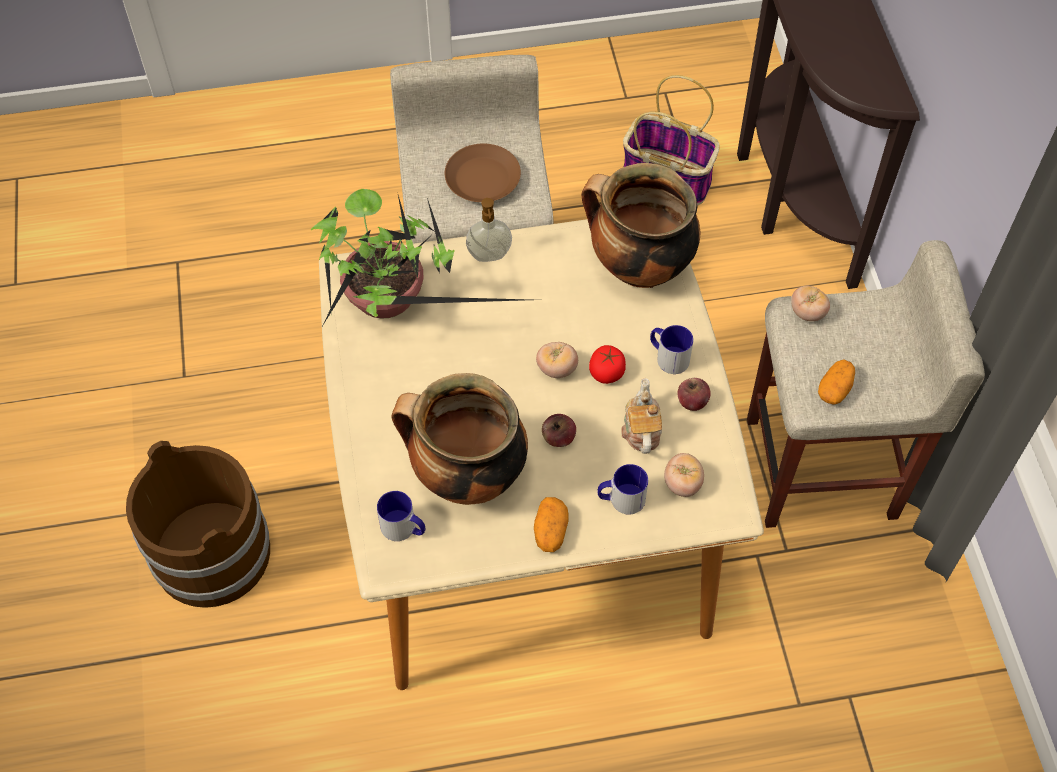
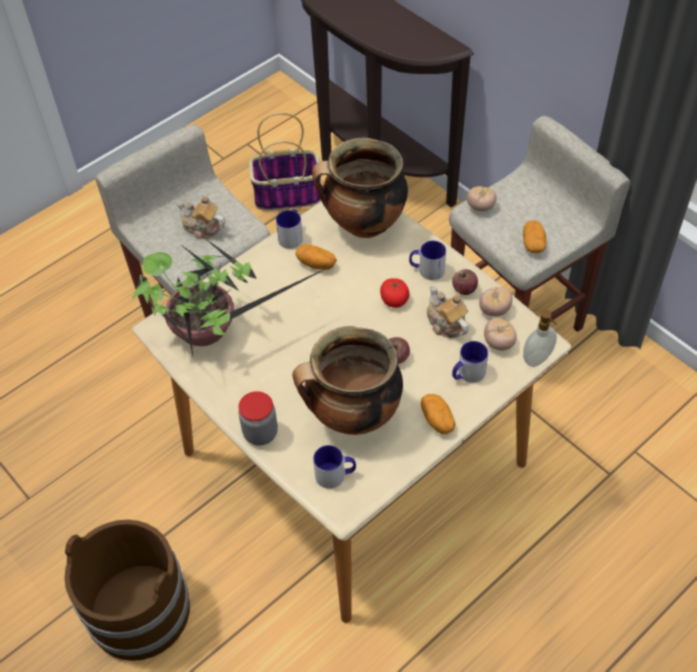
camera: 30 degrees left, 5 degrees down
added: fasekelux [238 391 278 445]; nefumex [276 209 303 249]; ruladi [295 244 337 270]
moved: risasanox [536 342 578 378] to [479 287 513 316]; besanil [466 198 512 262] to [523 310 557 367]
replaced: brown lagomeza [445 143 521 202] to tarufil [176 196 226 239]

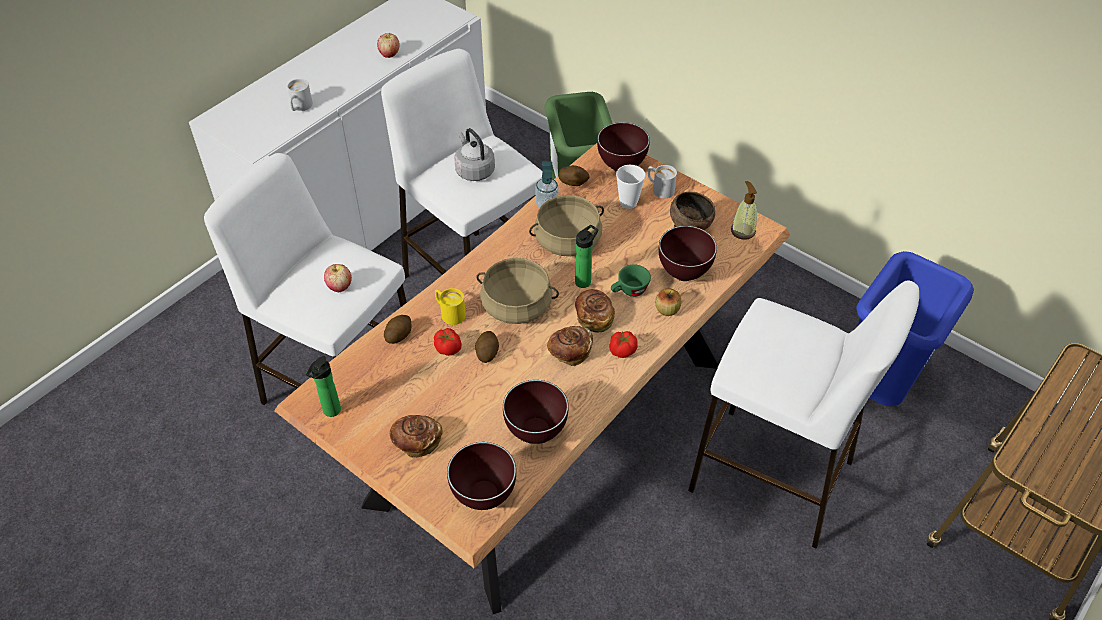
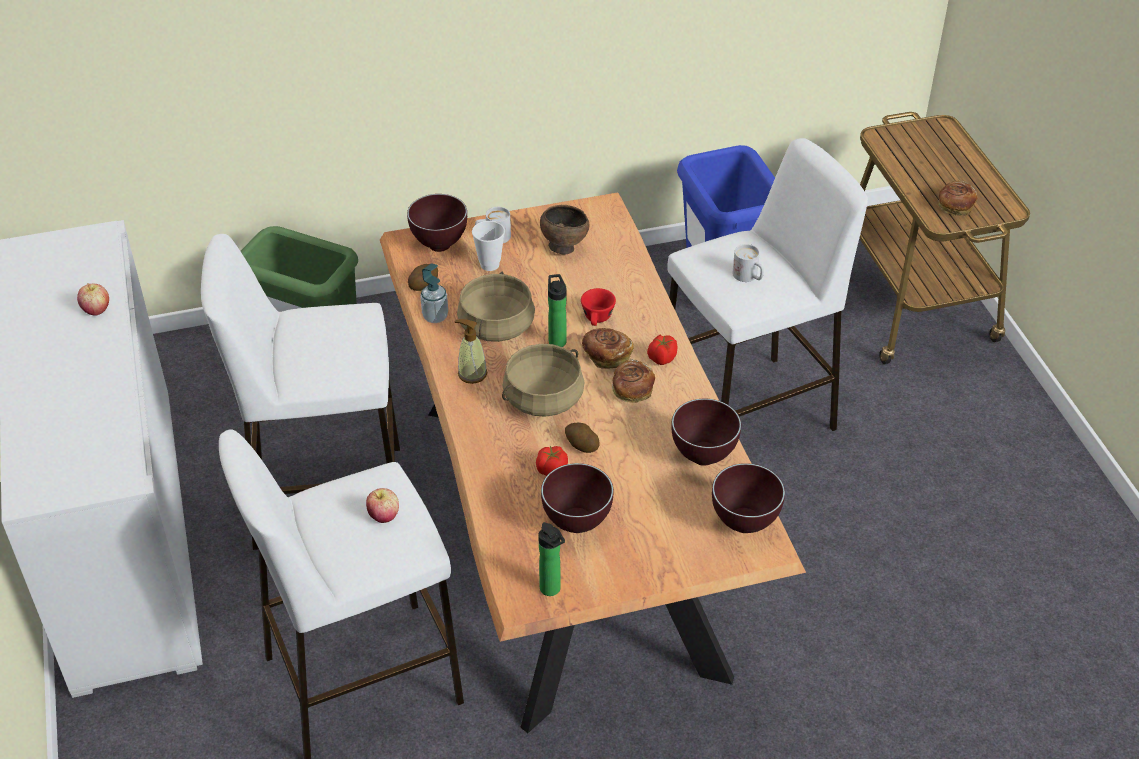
camera: 55 degrees left, 5 degrees down
removed: ruladi [384 315 412 344]; yellow nefumex [435 288 466 325]; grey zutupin [454 128 495 181]; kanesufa [655 288 681 316]
moved: besanil [731 181 757 240] to [455 319 487 384]; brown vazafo [659 226 717 281] to [541 463 614 533]; white nefumex [287 79 313 111] to [732 244 764 282]; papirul [390 415 442 458] to [938 180 977 216]
recoloured: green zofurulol [611 264 651 297] to red zofurulol [581 288 616 326]

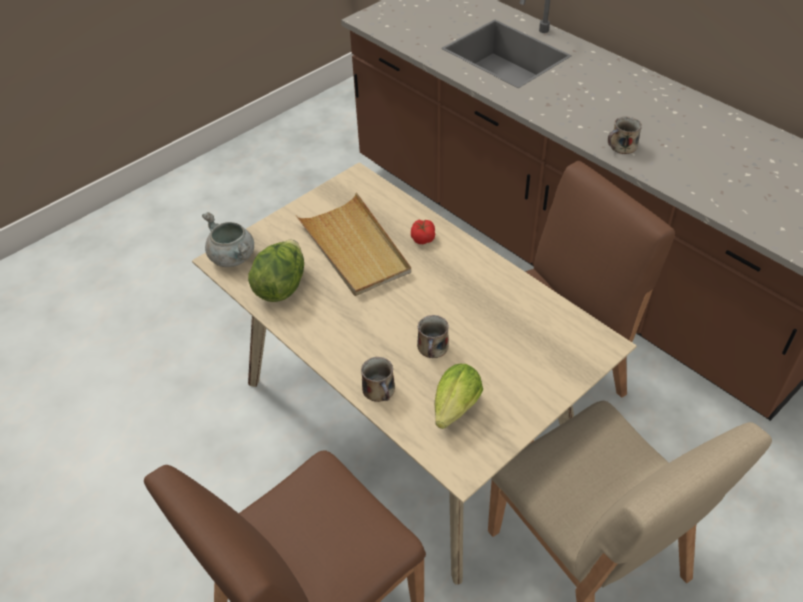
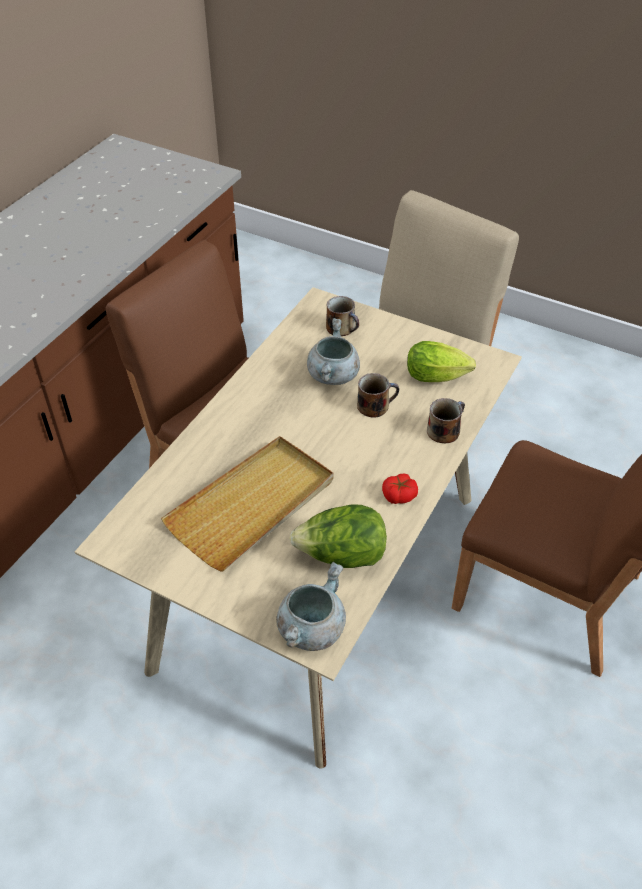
camera: 110 degrees left, 0 degrees up
added: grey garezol [307 318 360 385]
moved: nefumex [608 116 642 154] to [326 296 359 336]; risasanox [411 220 435 244] to [382 473 418 504]

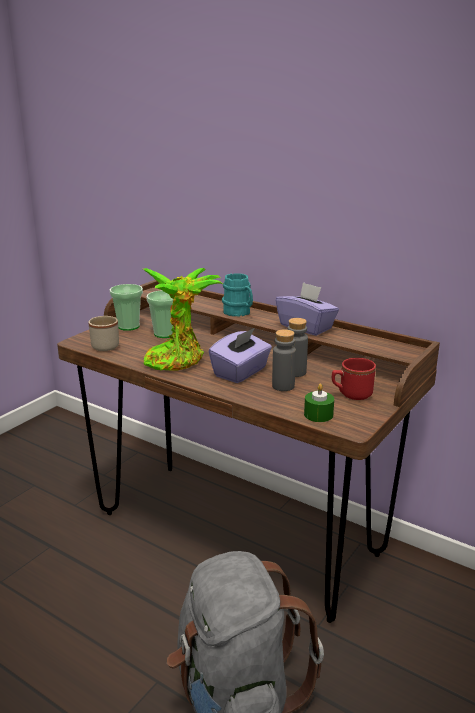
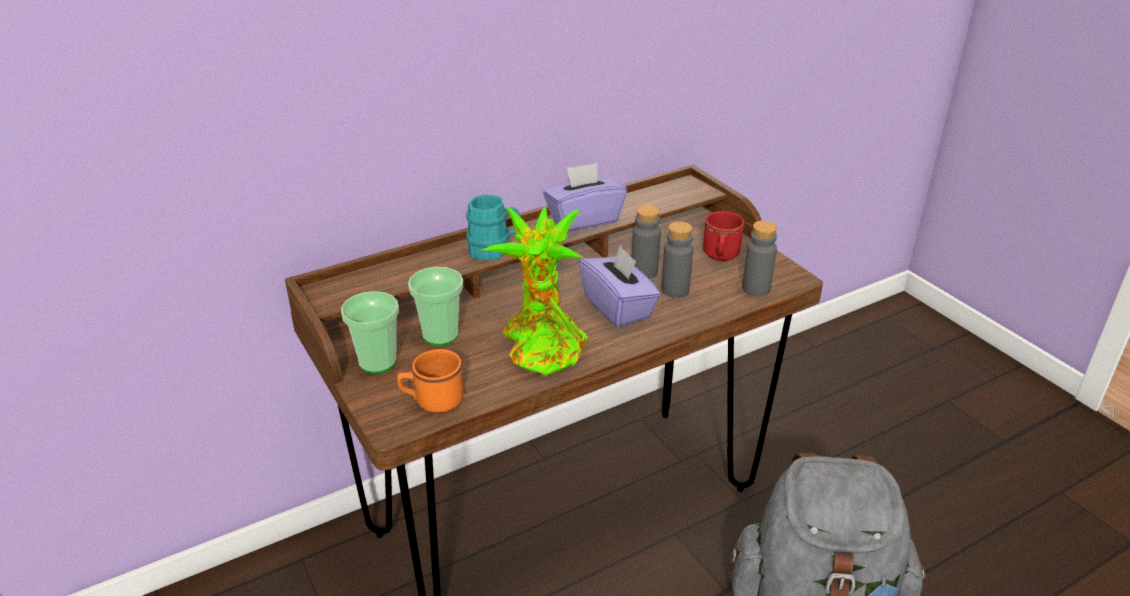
camera: 65 degrees left, 10 degrees up
replaced: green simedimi [304 384 334 422] to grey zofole [742 221 777 297]
recoloured: beige nefumex [88 316 119 351] to orange nefumex [397 349 463 413]

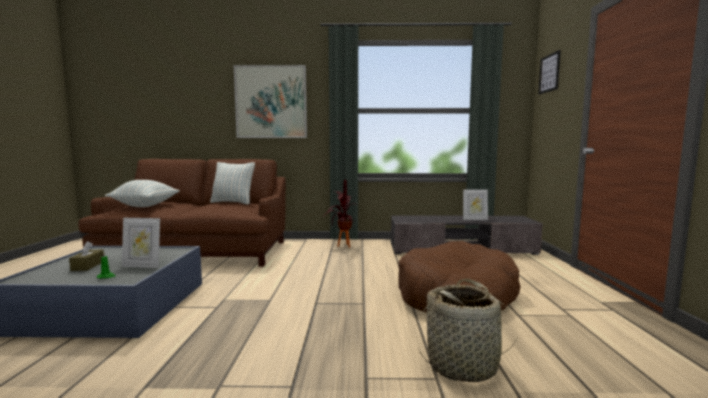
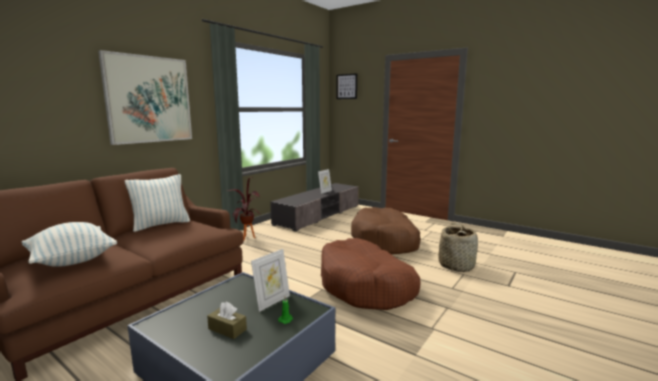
camera: 55 degrees left, 5 degrees up
added: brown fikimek [321 238 421 310]

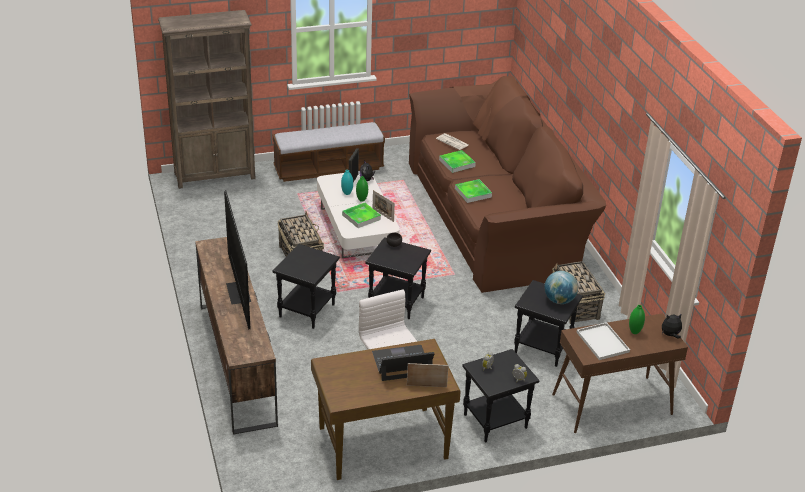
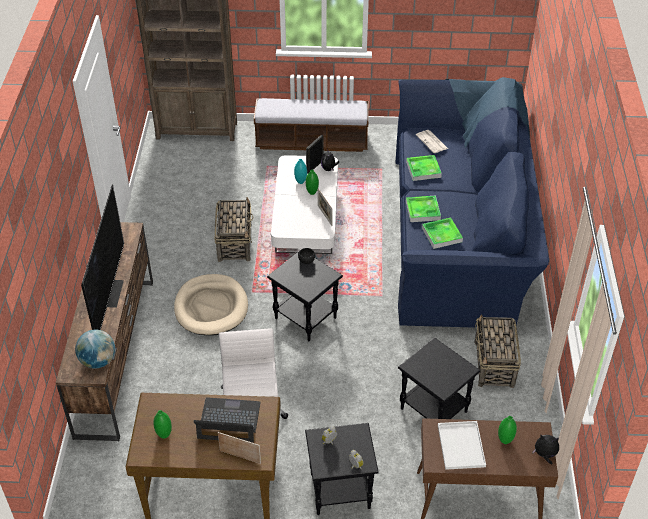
camera: 20 degrees right, 10 degrees up
added: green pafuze [153 410 172 439]
moved: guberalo [544 271 578 304] to [75 329 115 369]; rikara [342 203 381 228] to [422 218 463 249]
replaced: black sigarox [273 244 340 329] to beige fikimek [174 274 248 336]
recoloured: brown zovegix [409 76 606 293] to blue zovegix [395 77 549 328]

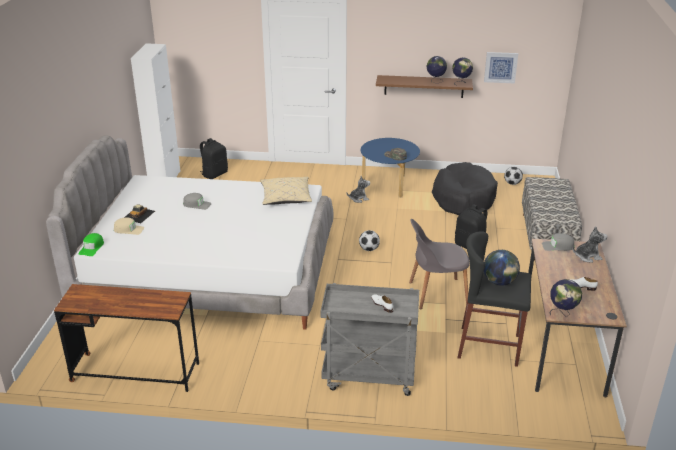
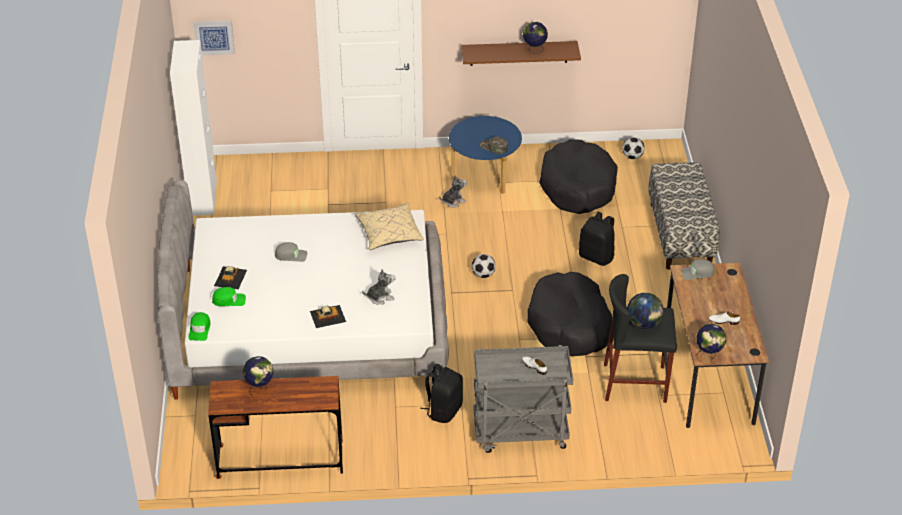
camera: 10 degrees left, 10 degrees up
added: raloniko [310 305 346 328]
moved: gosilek [484 52 518 83] to [193 21 235 55]; guberalo [452 57 473 86] to [243 356 273 397]; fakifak [572 226 607 263] to [362 269 395 305]; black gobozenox [200 138 228 179] to [420 364 463 423]
replaced: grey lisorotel [409 219 470 309] to black fikimek [527 272 612 356]
recoloured: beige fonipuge [114 217 144 235] to green fonipuge [212 287 246 306]

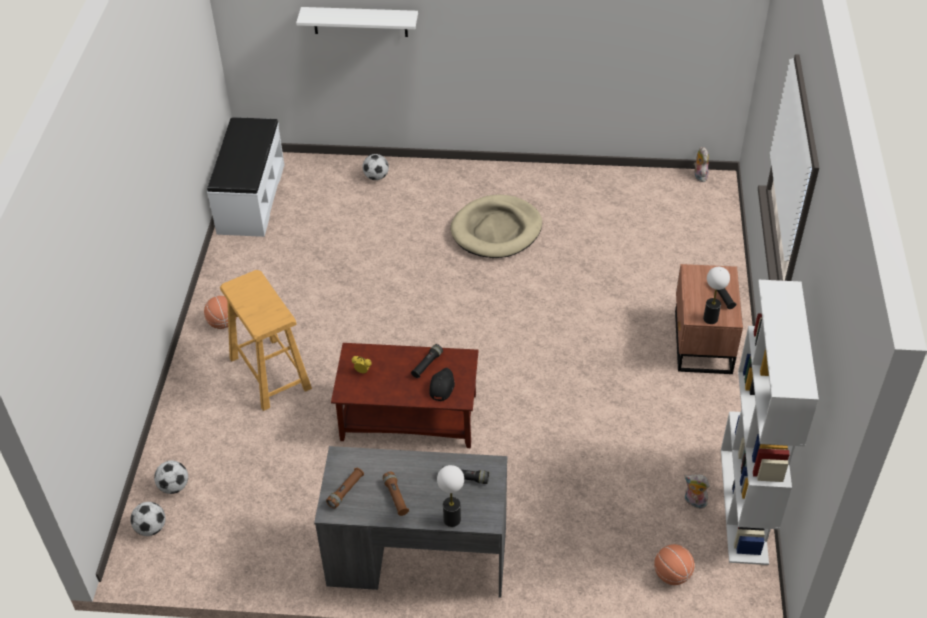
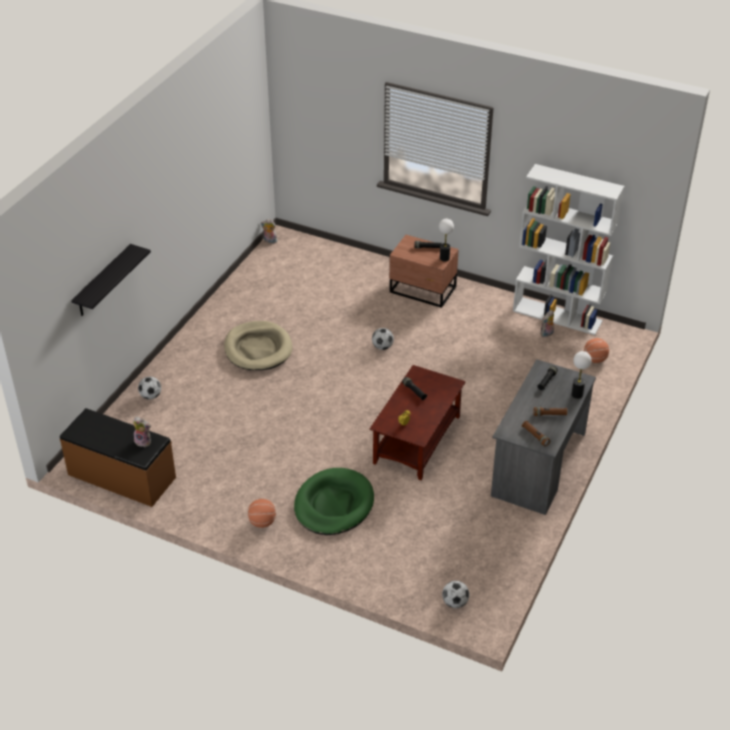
camera: 70 degrees left, 5 degrees down
removed: black fonipuge [430 368 455 401]
added: fakifak [133 416 151 447]
moved: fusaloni [154 461 188 494] to [372 328 394 350]
replaced: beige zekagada [220 270 312 411] to green fikimek [294 468 374 535]
recoloured: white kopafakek [207 117 284 237] to brown kopafakek [60 408 176 507]; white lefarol [296 7 418 37] to black lefarol [71 244 151 316]

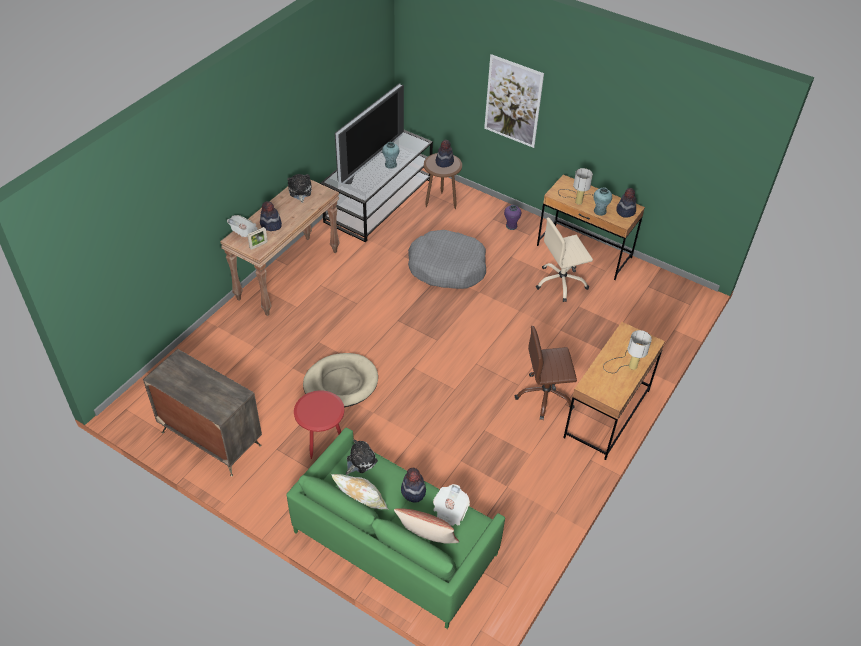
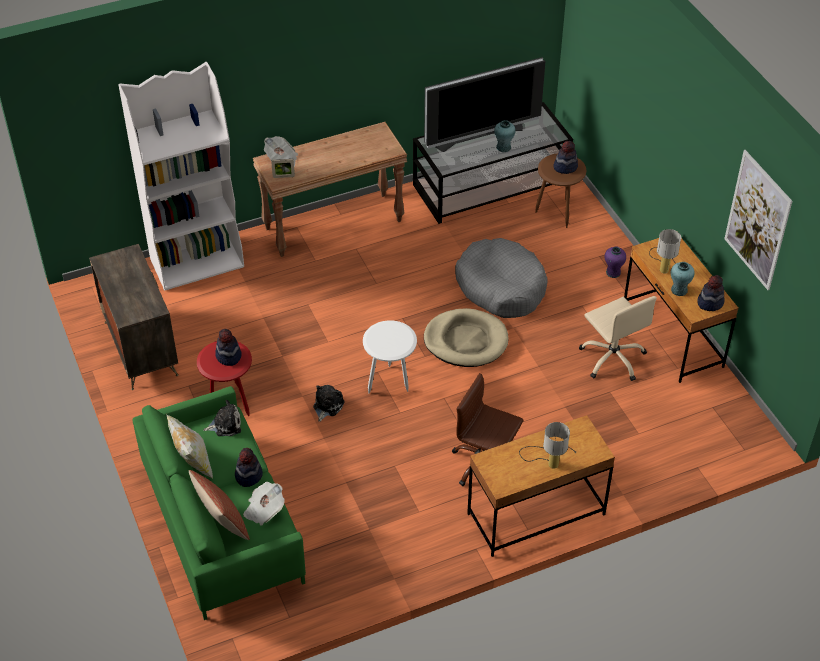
camera: 35 degrees right, 0 degrees up
added: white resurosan [118 62 244 290]; white sigarox [363 320 417 394]
moved: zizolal [260 201 282 231] to [215 329 242 366]; fakifak [287 174 312 203] to [313 385 344 422]; beige fikimek [303 353 378 407] to [424 308 508 367]; gosilek [484 54 544 148] to [724 150 792 290]
turned: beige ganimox [536 218 593 302] = [579 296 657 381] 135 degrees counterclockwise

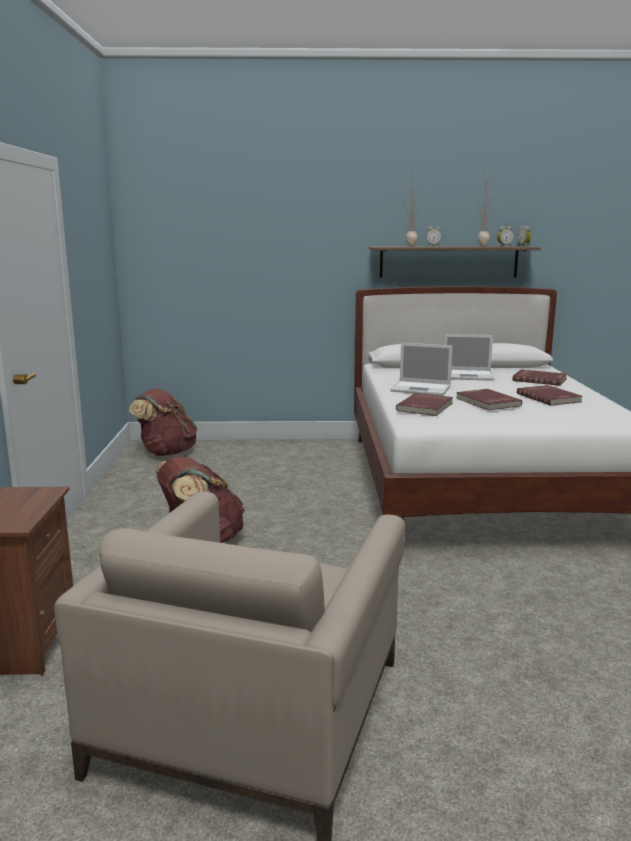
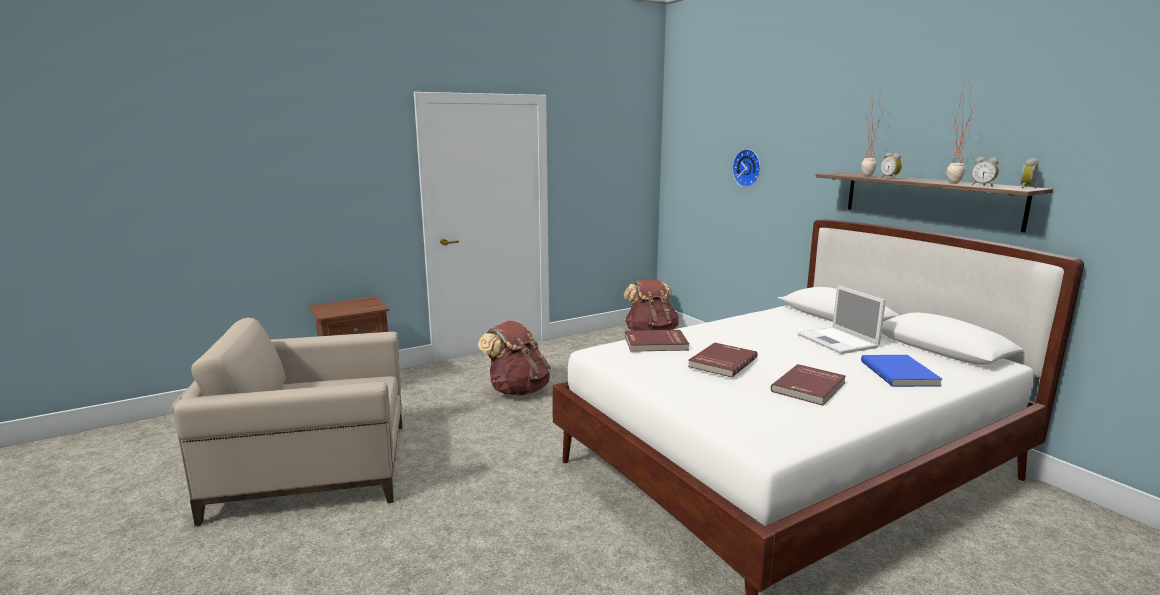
camera: 60 degrees right, 0 degrees up
removed: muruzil [390 343 453 396]
added: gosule [732 149 761 188]
recoloured: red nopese [513 369 567 386] to blue nopese [861 355 942 387]

